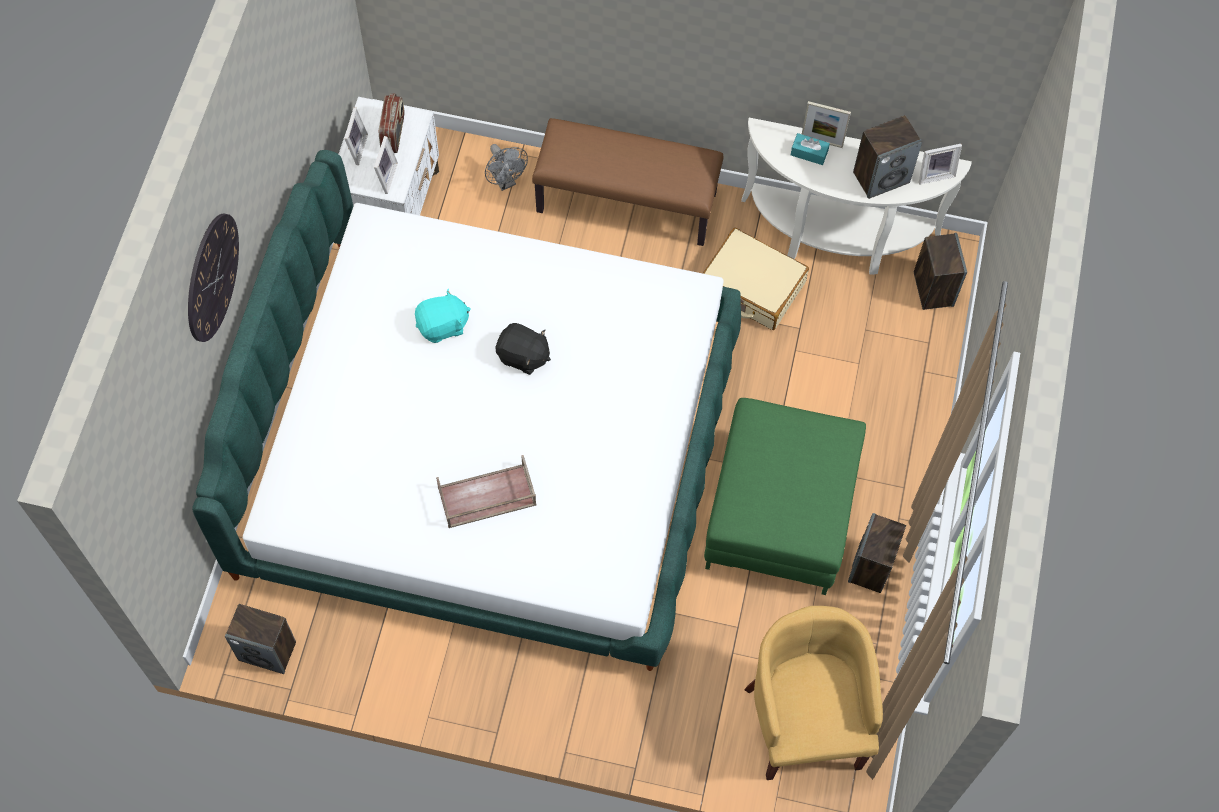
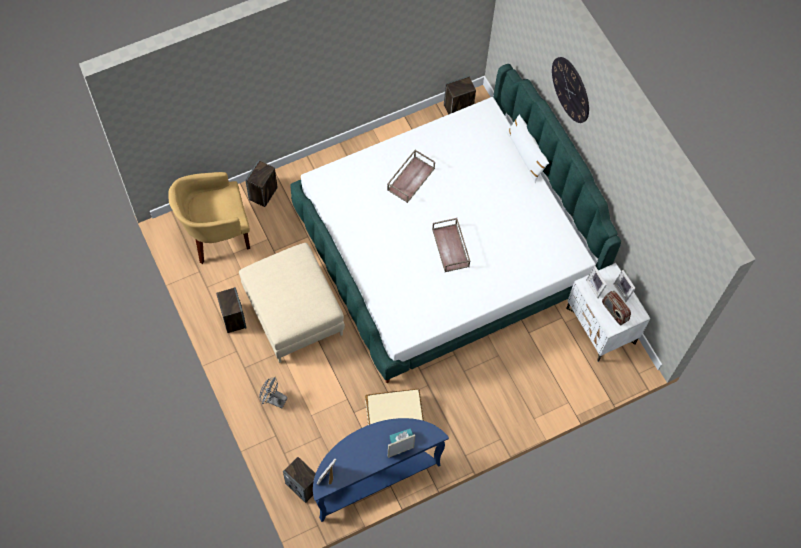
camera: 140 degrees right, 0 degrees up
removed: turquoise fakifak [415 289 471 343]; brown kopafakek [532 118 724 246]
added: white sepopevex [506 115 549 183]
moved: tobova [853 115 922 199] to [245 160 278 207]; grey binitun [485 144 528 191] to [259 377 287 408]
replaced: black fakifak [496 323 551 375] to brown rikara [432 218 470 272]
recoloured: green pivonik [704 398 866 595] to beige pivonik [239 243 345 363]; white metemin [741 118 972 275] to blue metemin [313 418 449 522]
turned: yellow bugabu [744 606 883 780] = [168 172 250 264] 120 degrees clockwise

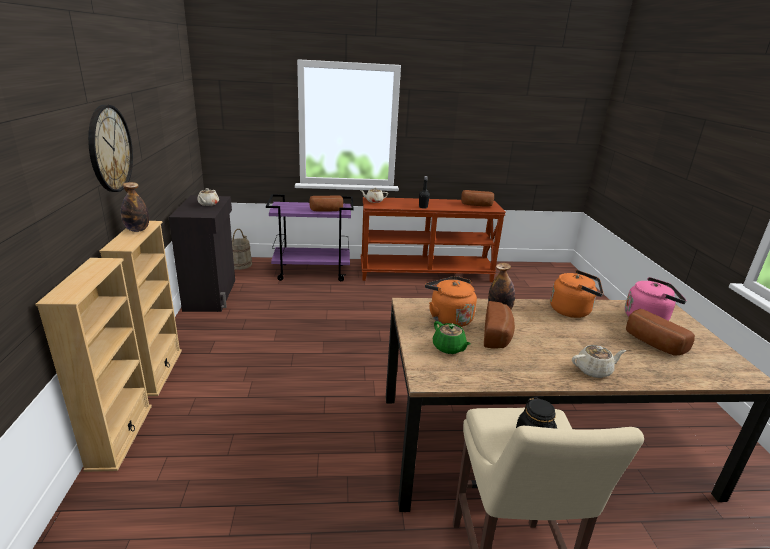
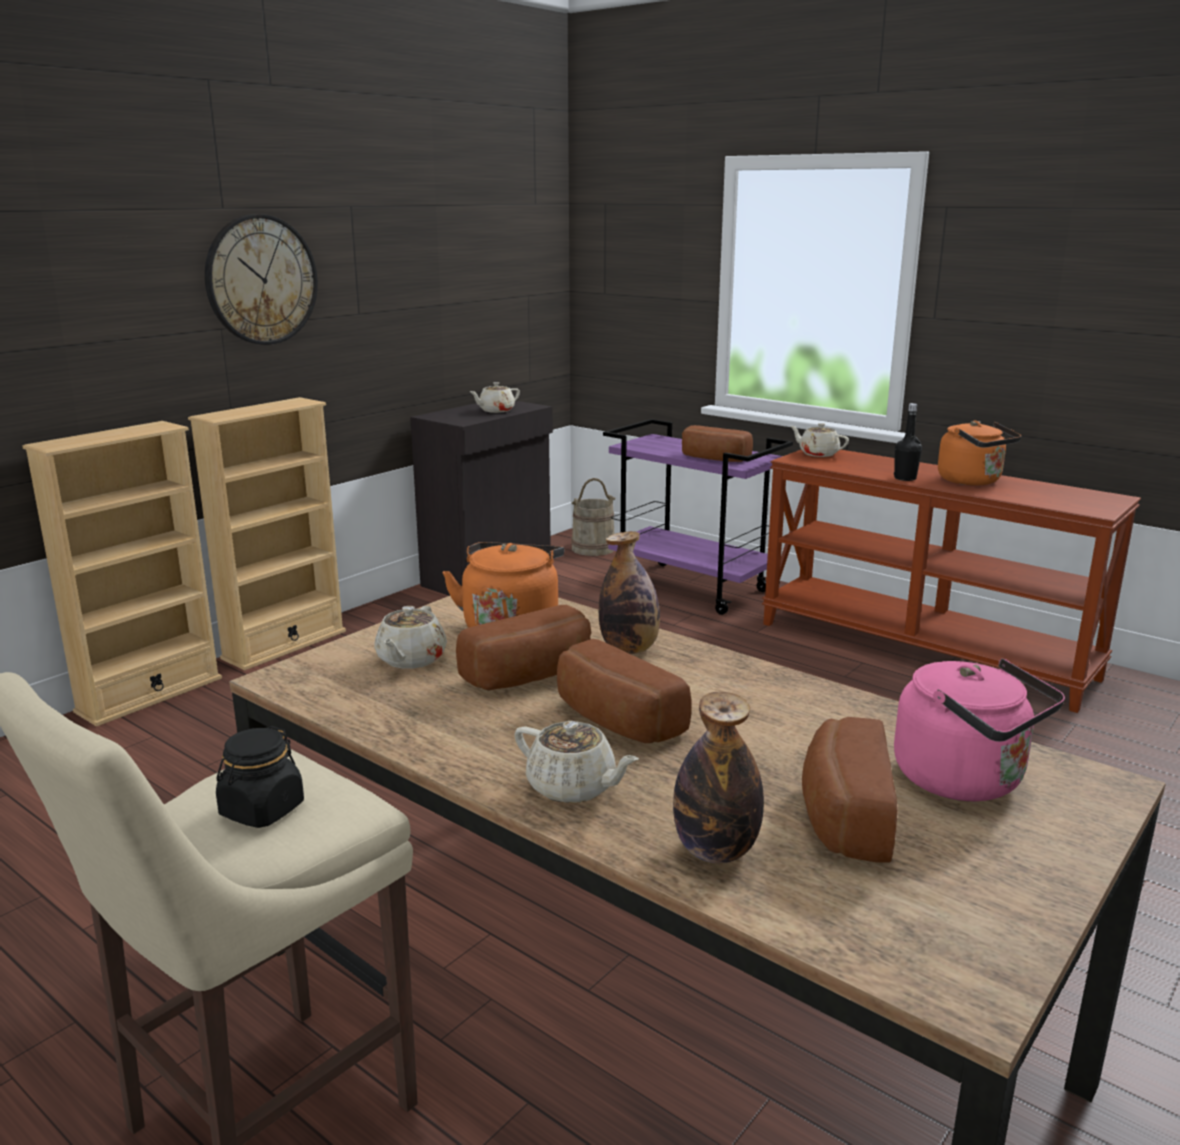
camera: 45 degrees right, 5 degrees down
moved: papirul [461 190 494 207] to [557 639 692 743]; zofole [121 182 149 232] to [673 692 764 863]; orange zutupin [550 270 603 318] to [938 421 1021 486]
recoloured: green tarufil [433 321 470 354] to beige tarufil [374 606 447 669]

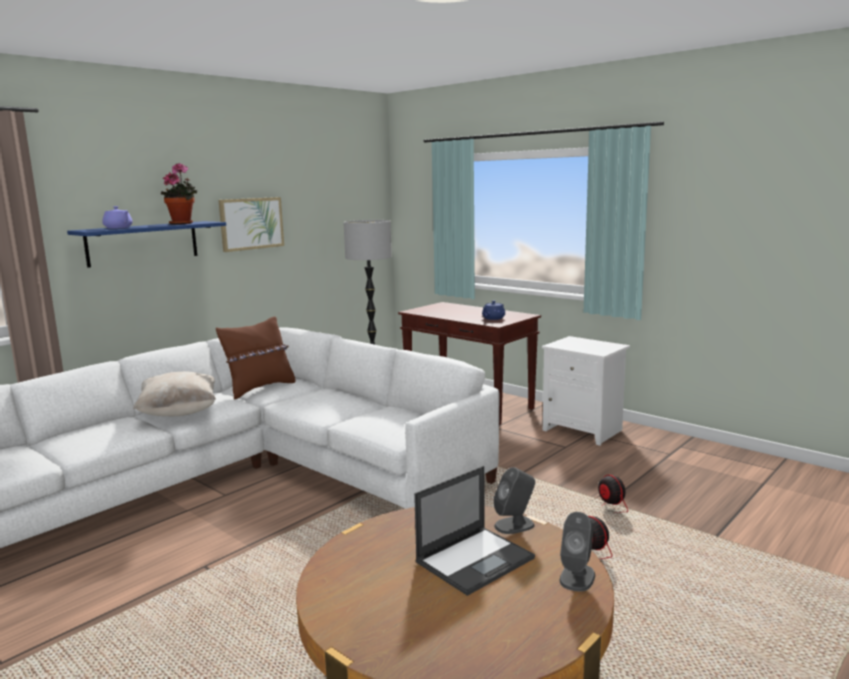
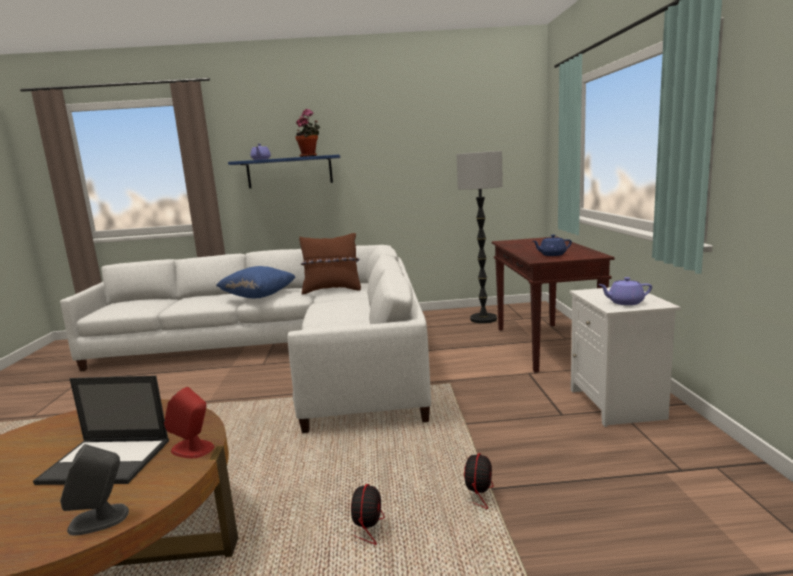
camera: 45 degrees right, 0 degrees up
removed: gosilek [218 197 284 252]
added: purple tarufil [598 277 652 305]
recoloured: grey tobova [494 467 535 534] to red tobova [164 387 214 458]; beige sepopevex [133 371 216 416] to blue sepopevex [216 266 295 298]

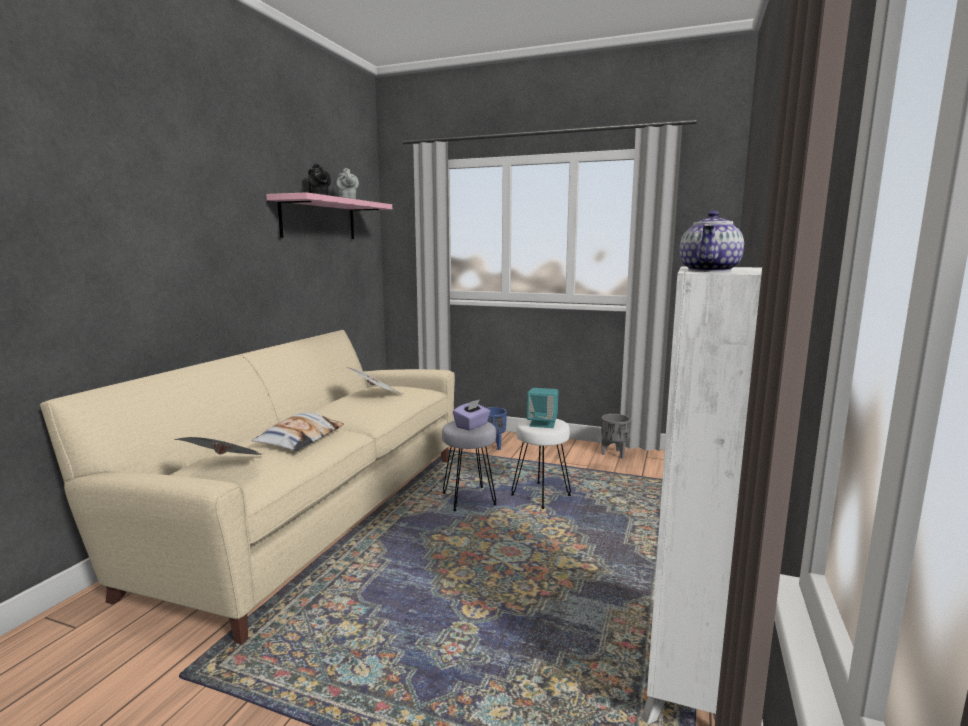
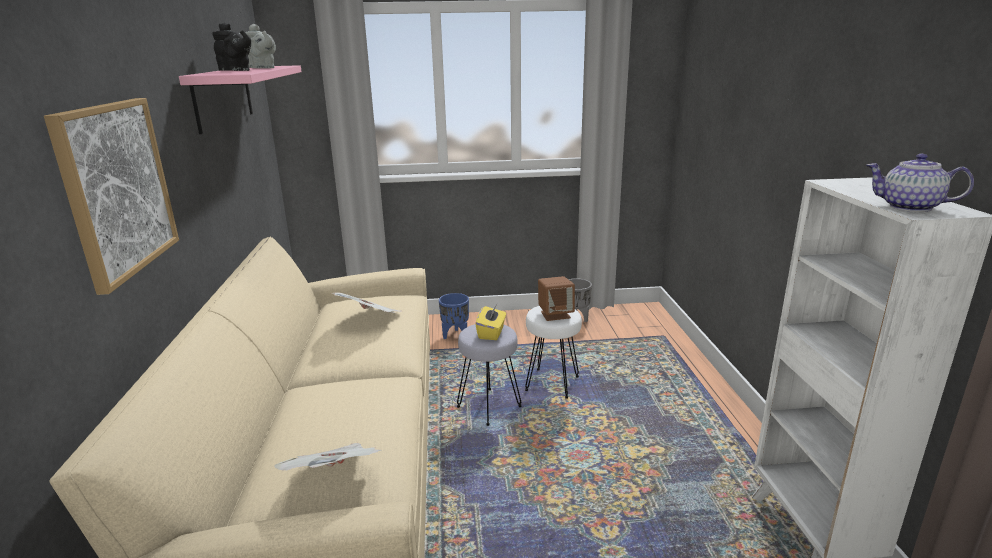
camera: 25 degrees left, 10 degrees up
removed: sepopevex [251 413 344 451]
added: gosilek [44 98 179 295]
recoloured: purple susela [453 399 490 431] to yellow susela [476 304 506 340]; turquoise tobova [527 388 559 428] to brown tobova [538 276 575 321]
turned: tarufil [679 211 744 272] = [866 154 974 212] 120 degrees clockwise

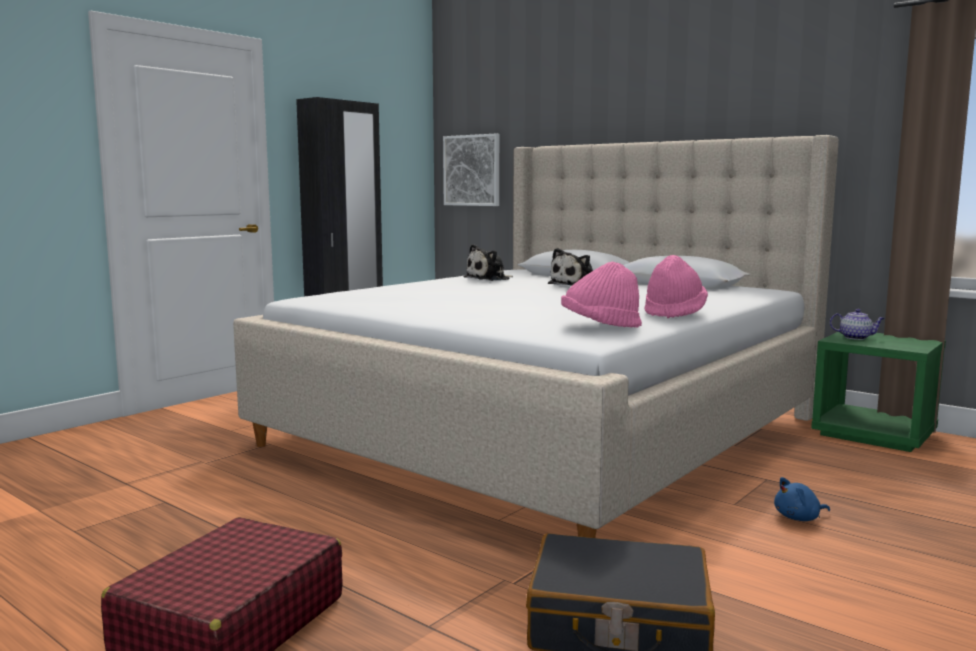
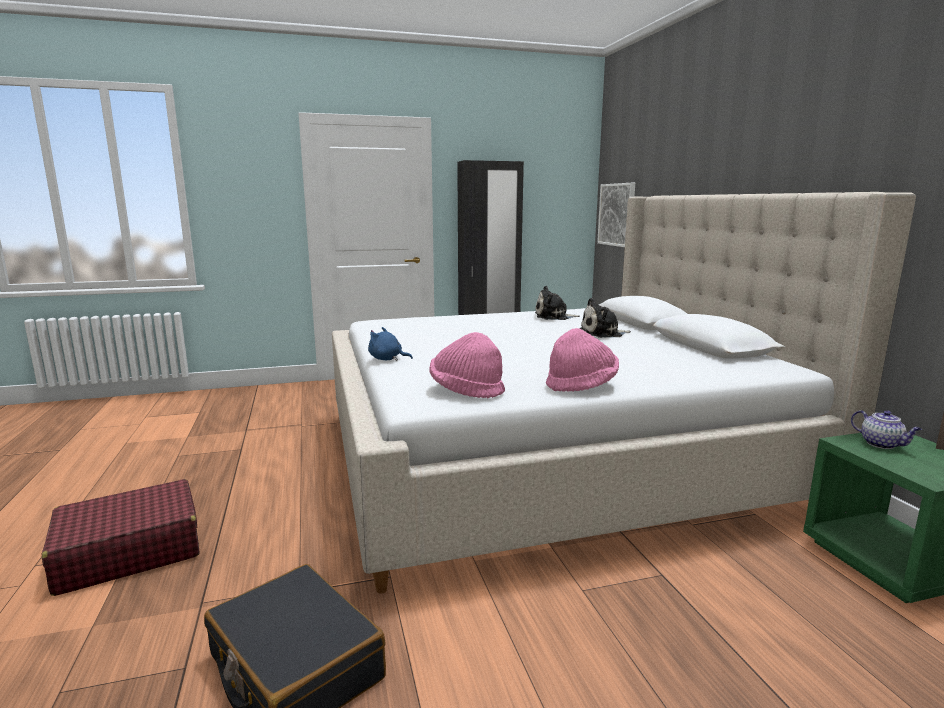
camera: 35 degrees right, 5 degrees up
moved: blue fakifak [774 477 830 521] to [368 327 413 361]

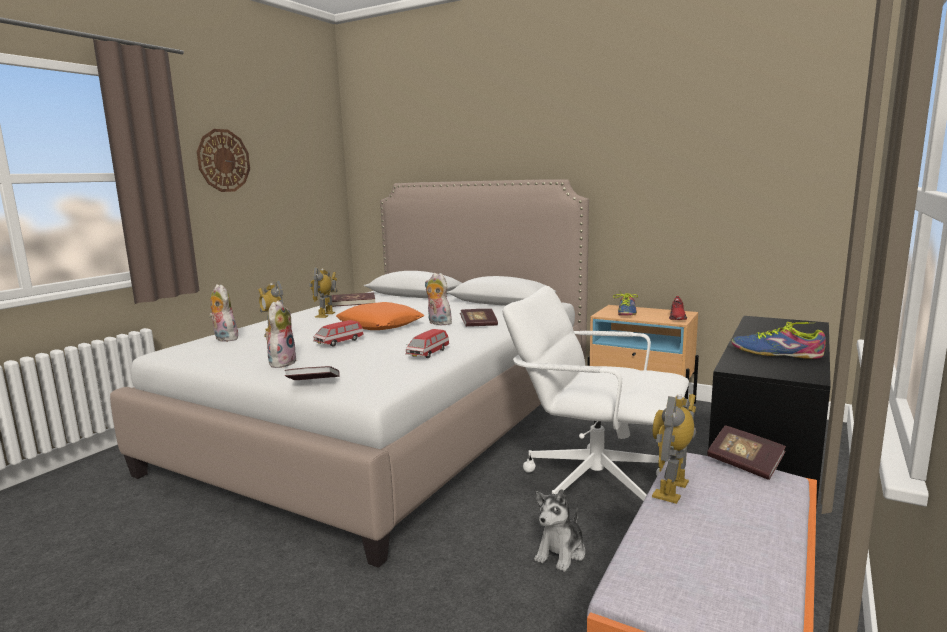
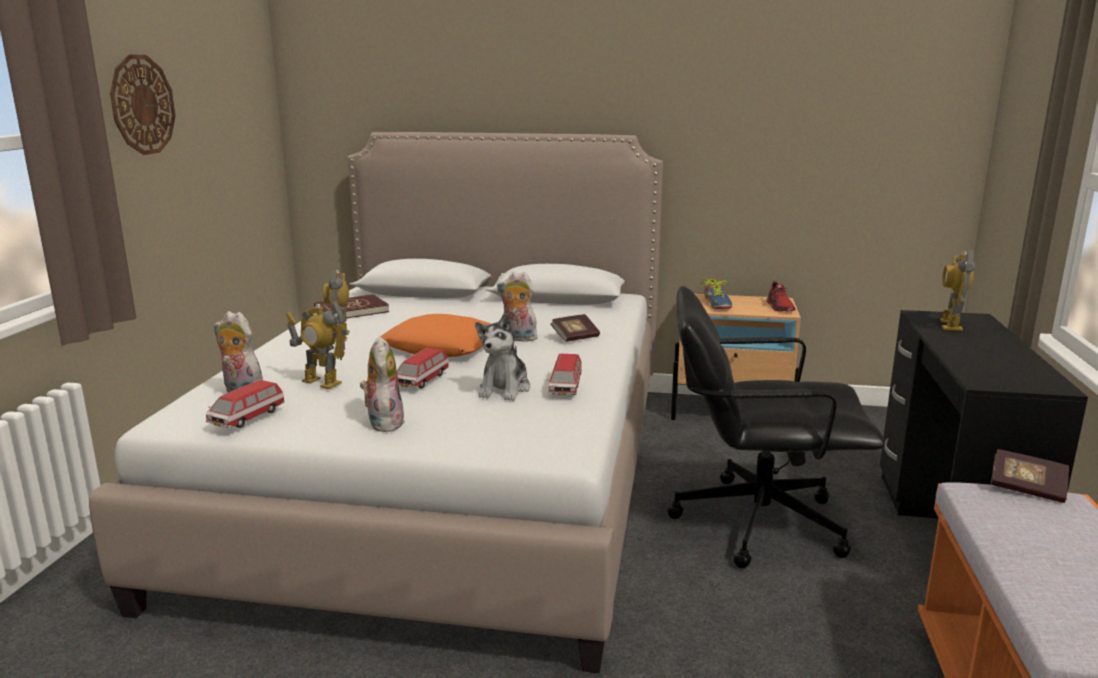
camera: 20 degrees left, 5 degrees up
removed: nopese [285 366 339 380]; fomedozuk [731 322 826 359]
added: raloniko [206 380 285 428]
moved: fakifak [534 489 585 572] to [475 314 530 401]; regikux [652 394 696 504] to [940 251 975 331]
recoloured: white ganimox [503 286 689 501] to black ganimox [668 286 885 568]

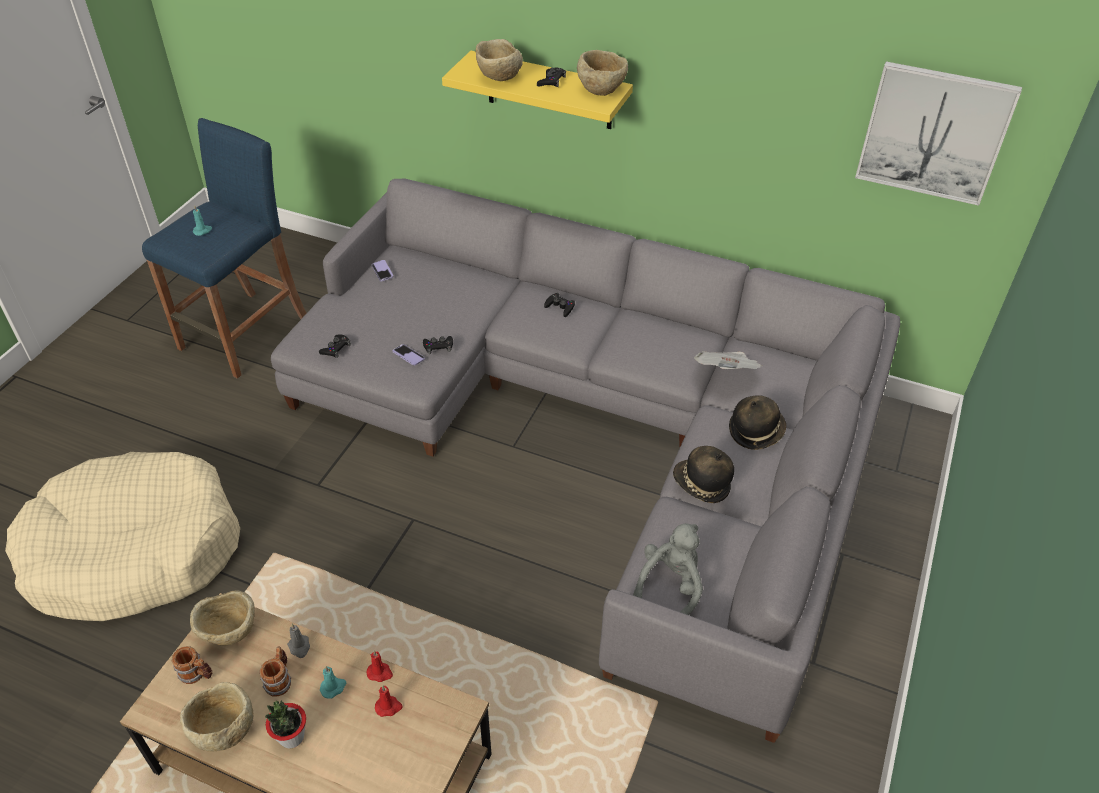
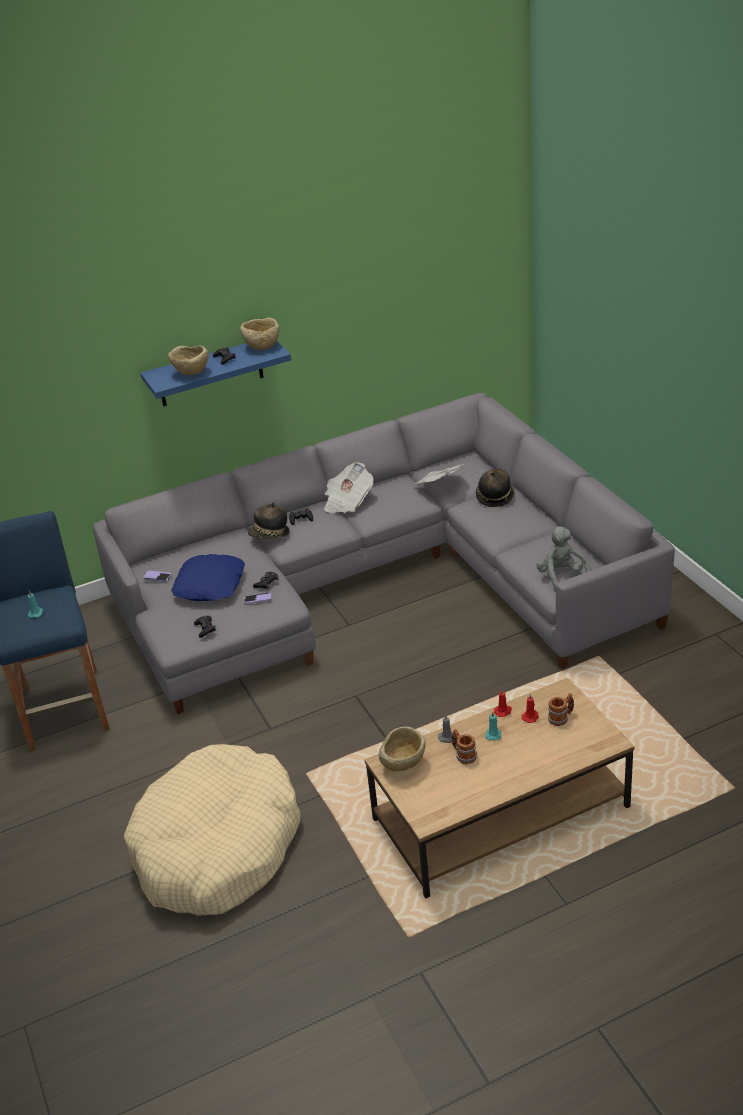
camera: 45 degrees left, 10 degrees down
removed: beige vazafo [180 682 253 752]; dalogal [265 700 306 748]; gosilek [855 61 1022 206]
added: blue sepopevex [171 554 245 601]; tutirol [324 462 373 513]
moved: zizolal [673 446 734 503] to [248 502 289 539]; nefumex [171 646 212 684] to [548 693 574 726]
recoloured: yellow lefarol [442 51 633 129] to blue lefarol [140 341 291 406]

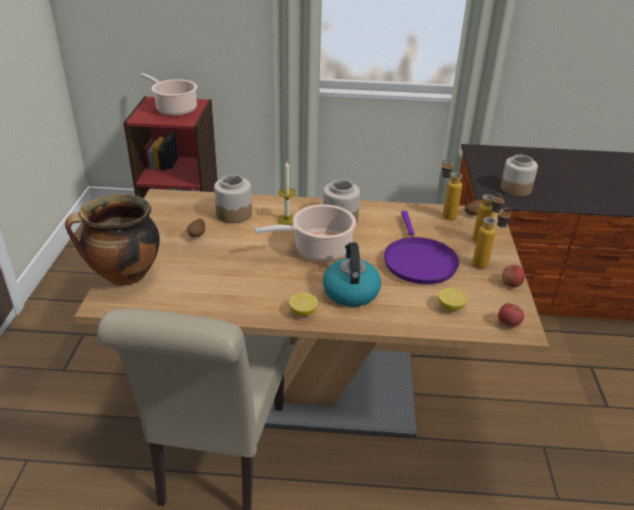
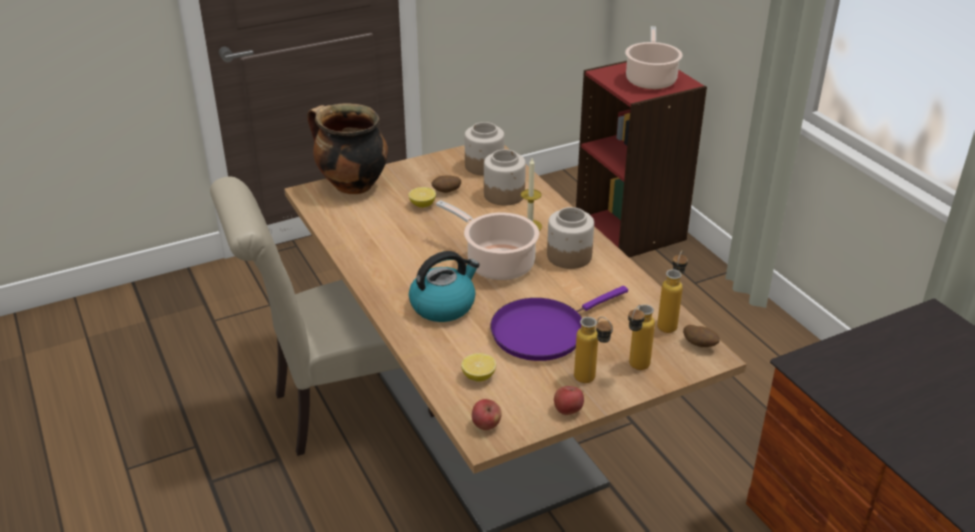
camera: 60 degrees right, 0 degrees up
moved: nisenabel [289 293 318 316] to [408 187 436 208]; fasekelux [501 155 538 196] to [464 122 504 176]

